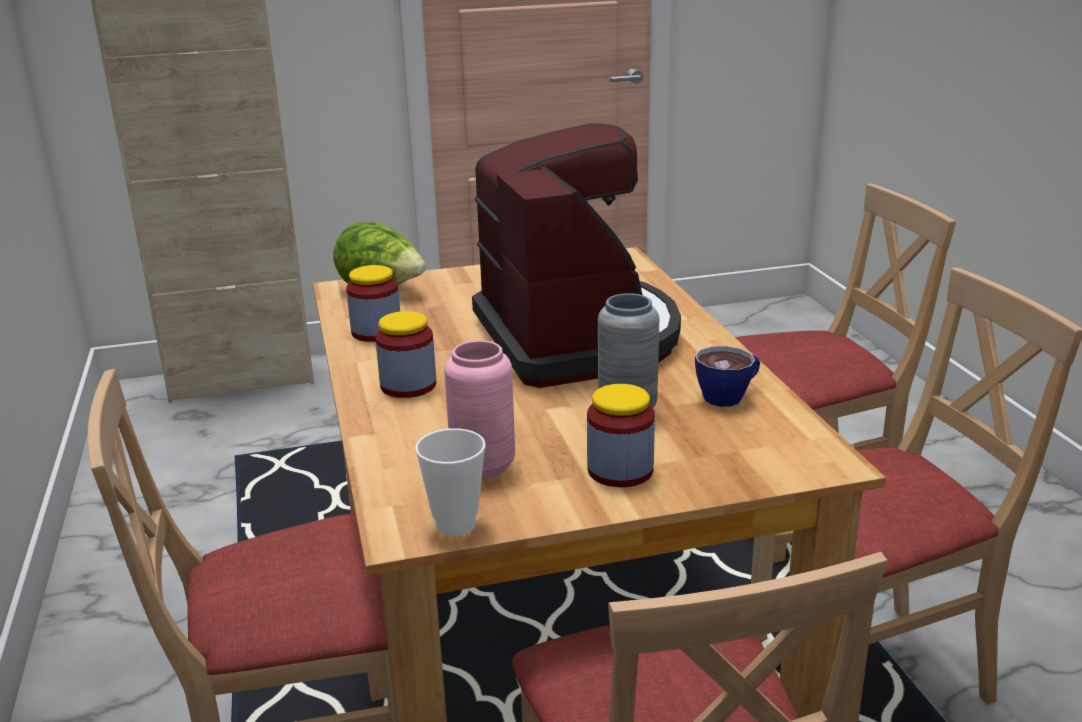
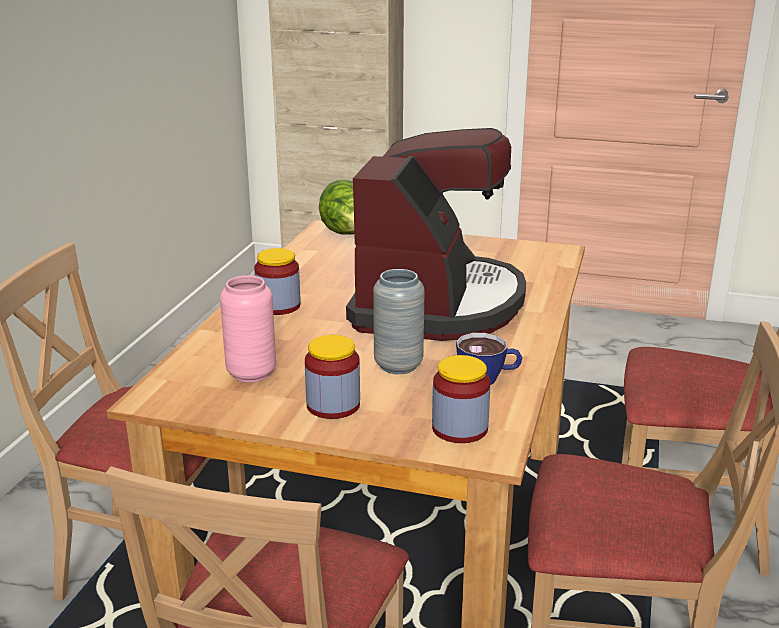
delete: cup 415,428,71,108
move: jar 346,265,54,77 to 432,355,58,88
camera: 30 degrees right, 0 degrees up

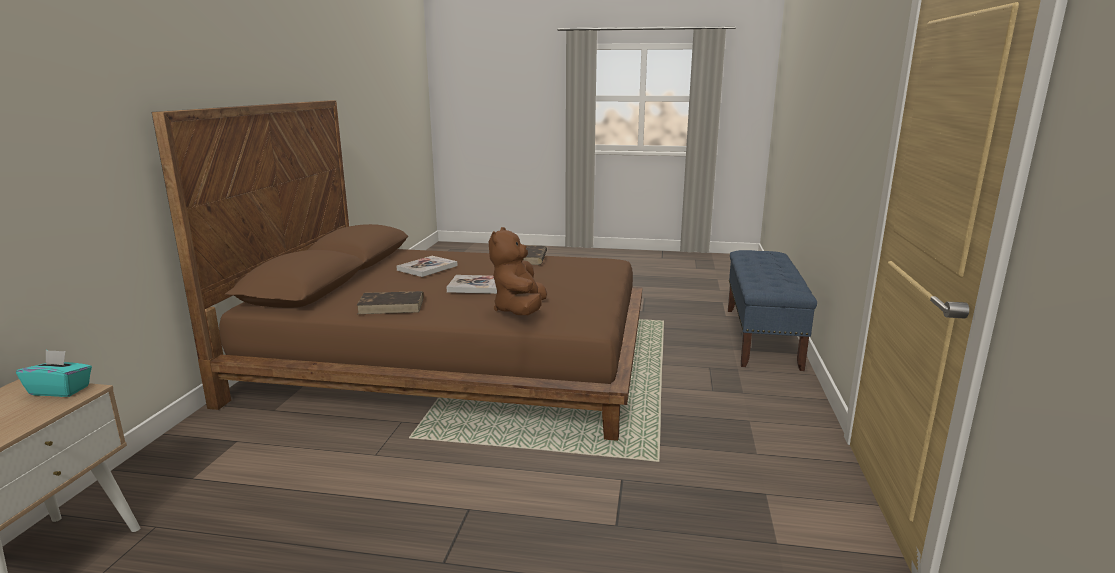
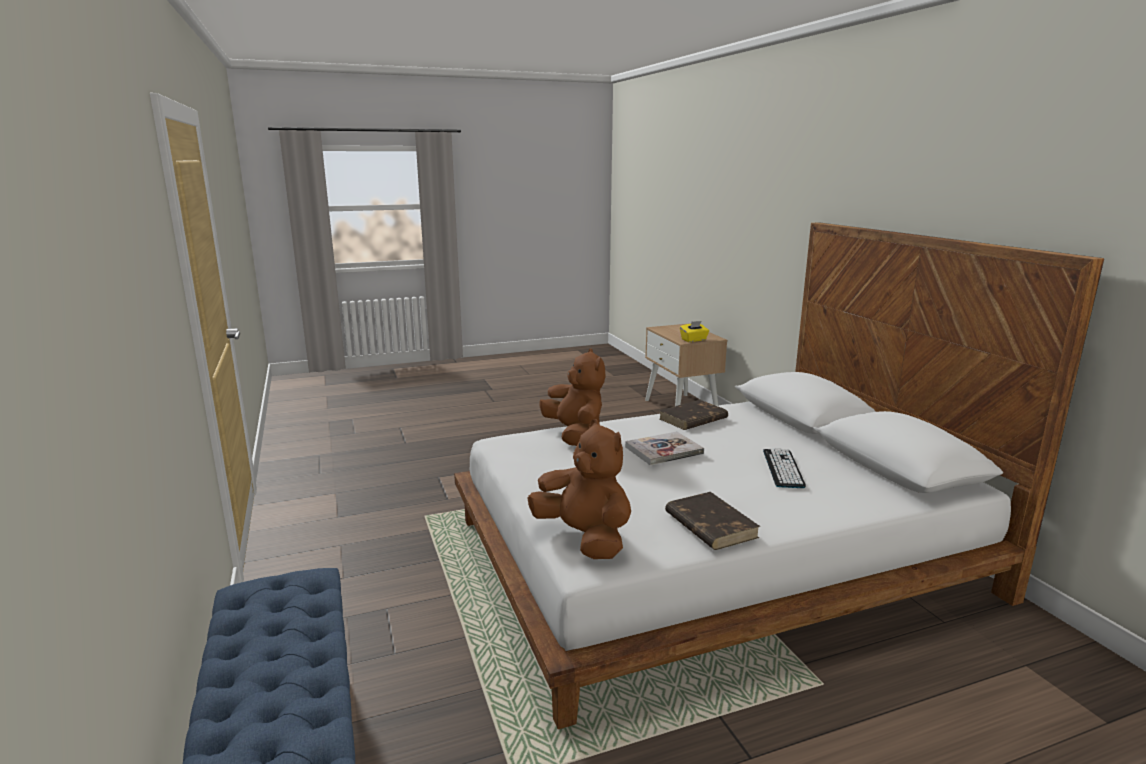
insert: brown plush toy 527,419,104,140
replace: book 396,256,62,21 to keyboard 763,448,43,40
recolor: brown bed 152,100,491,341 to white bed 454,222,650,507; turquoise tissue box 16,350,76,47 to yellow tissue box 680,321,29,21
camera: 150 degrees right, 0 degrees up

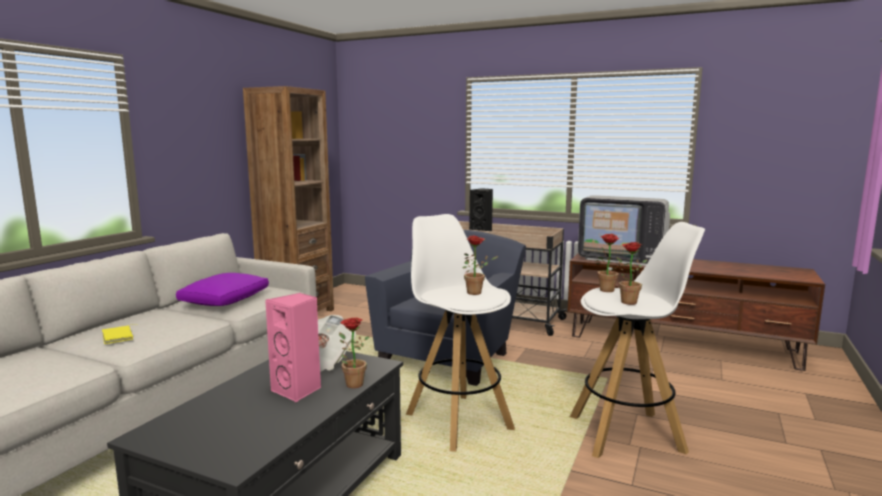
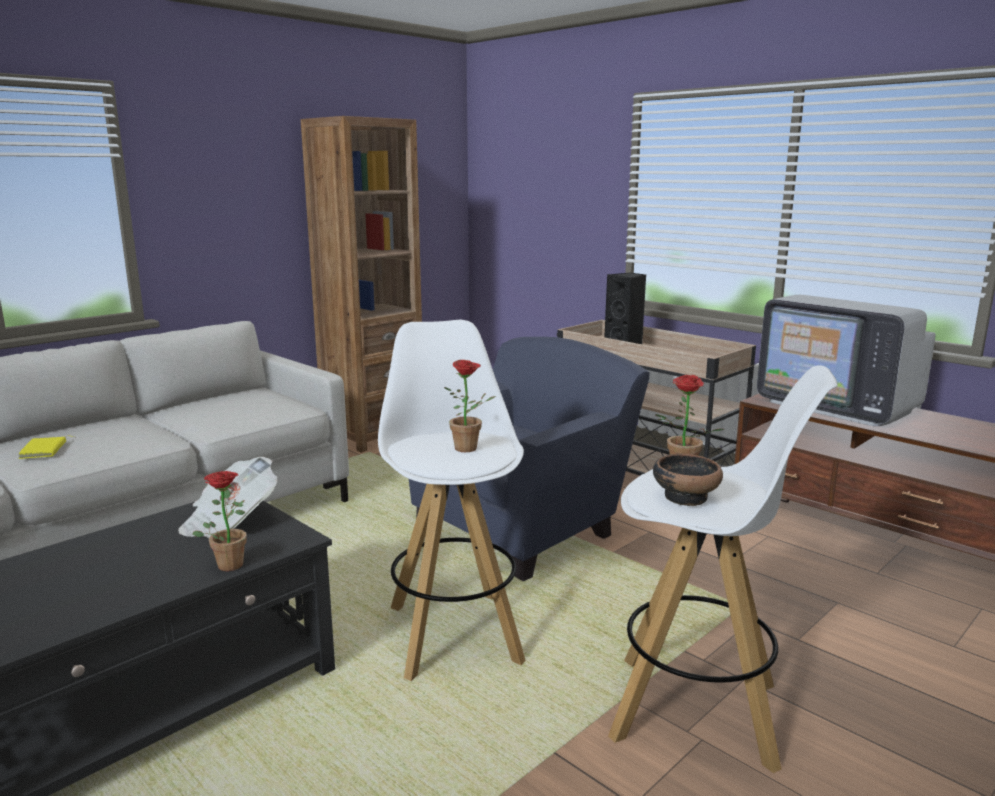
delete: purple pillow 176,273,93,33; pink speaker 265,293,56,109
replace: potted plant 617,242,30,63 to bowl 653,454,70,52
camera: 20 degrees right, 5 degrees up

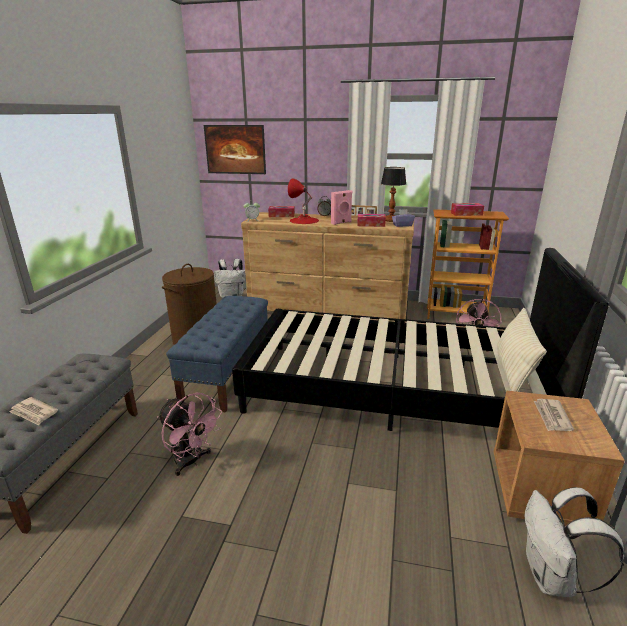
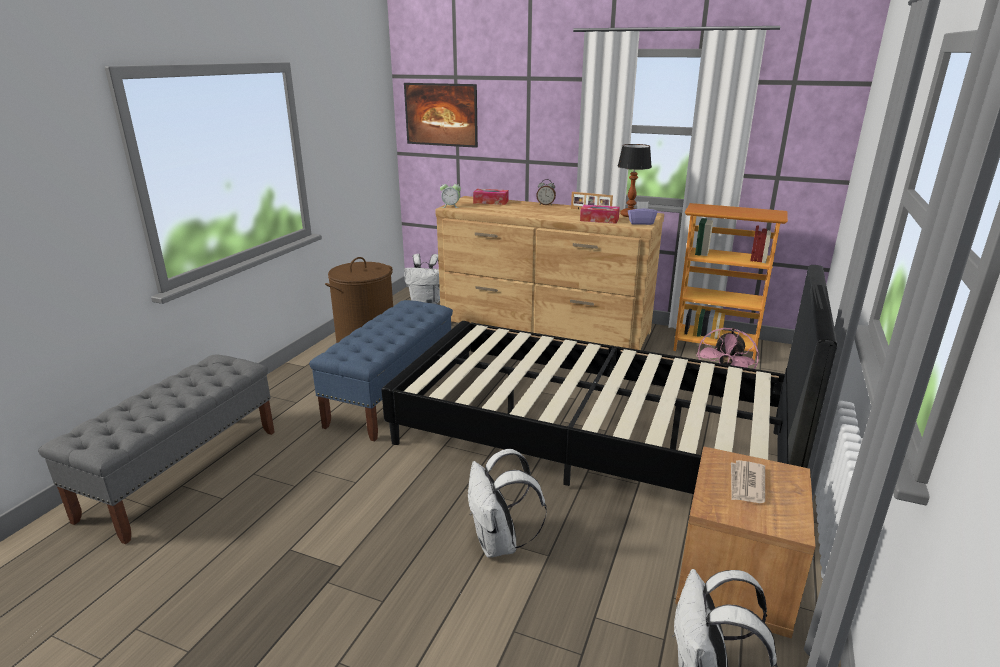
delete: newspaper 9,397,49,28; pink fan 157,392,66,84; red table lamp 288,178,31,46; pink speaker 331,190,21,35; tissue box 451,203,33,13; beige pillow 497,308,50,84
insert: white backpack 468,449,78,108
camera: 10 degrees right, 0 degrees up

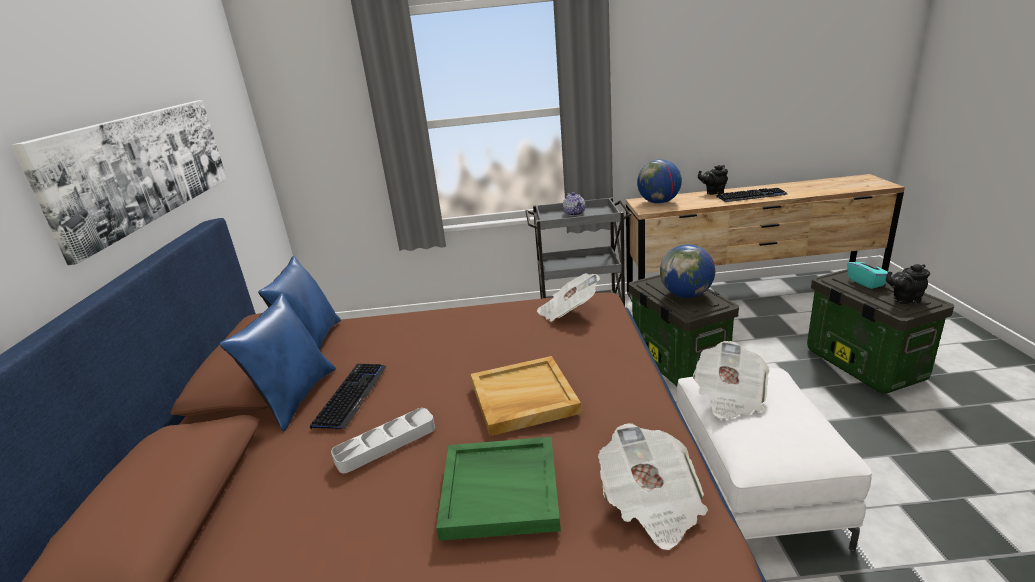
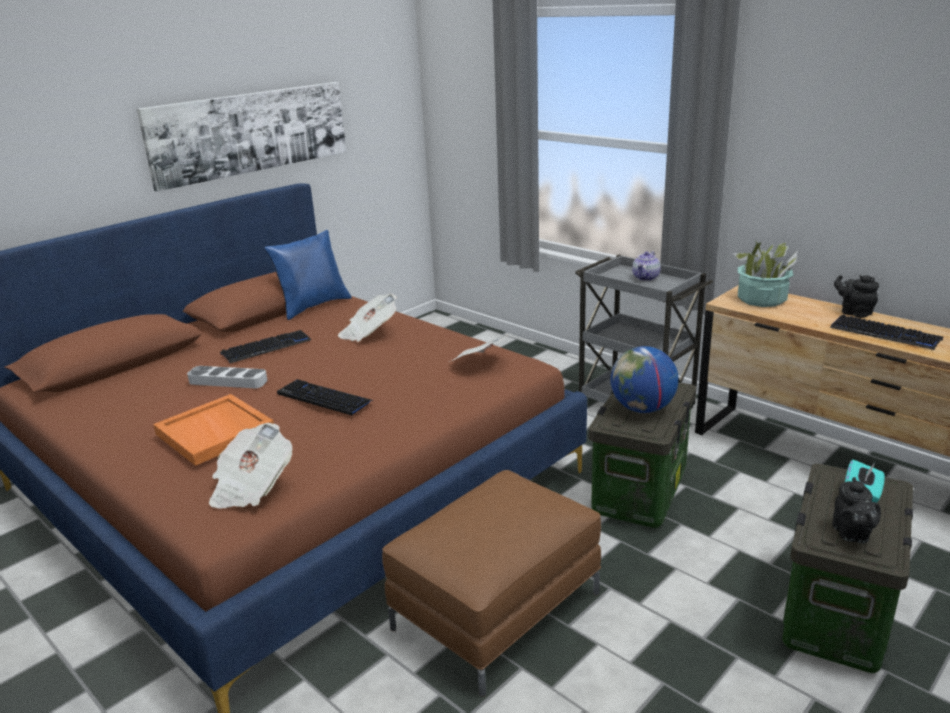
delete: blue pillow 219,293,117,138
move: newspaper 693,341,76,78 to 338,294,59,48
replace: beige tray 471,356,111,80 to keyboard 277,379,97,37; globe 637,160,45,44 to potted plant 732,241,66,66
recolor: green tray 436,437,125,104 to orange tray 153,394,121,72; white ottoman 676,368,196,183 to brown ottoman 382,470,219,227
rotate: black teapot 886,264,44,40 = 832,477,49,66 135 degrees counterclockwise
camera: 45 degrees right, 0 degrees up

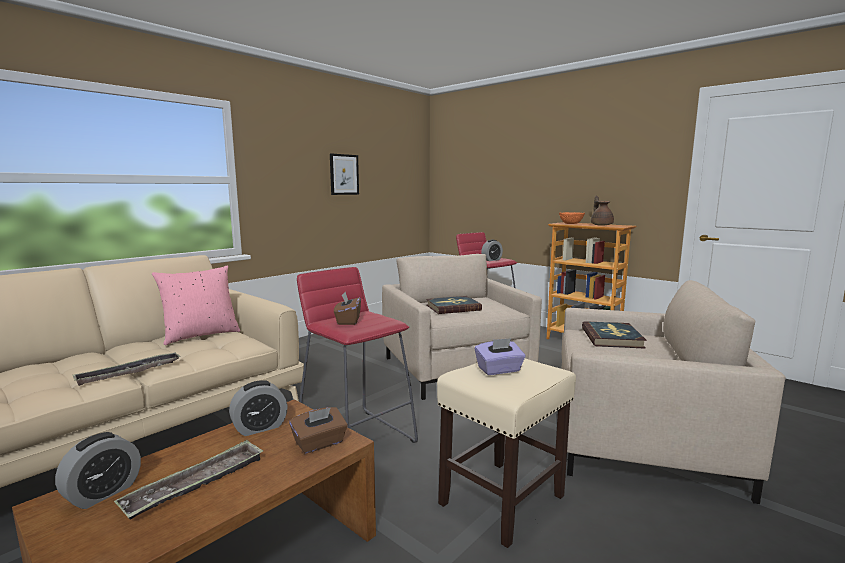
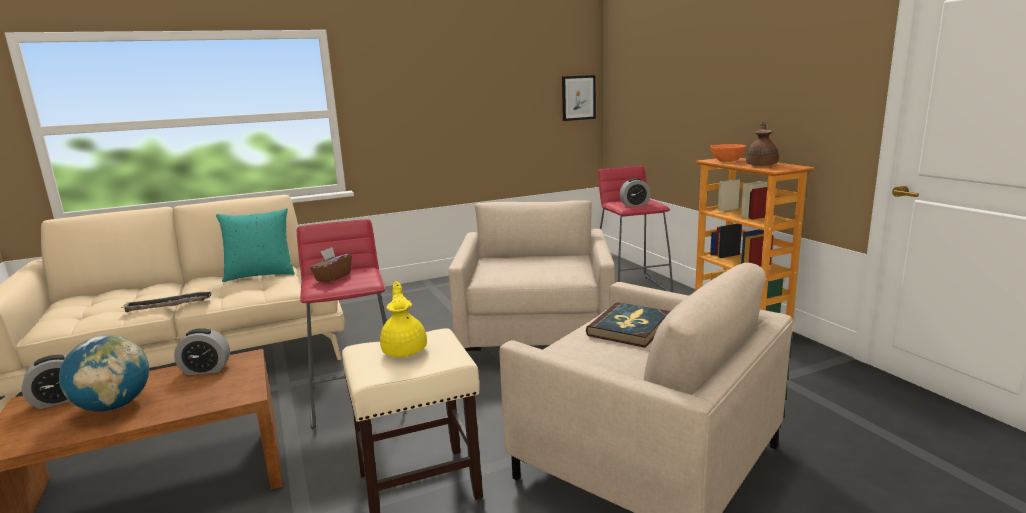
delete: brown tissue box 289,407,59,47; book 426,296,56,18
move: picture 330,153,29,42 to 562,75,34,46
replace: tray 114,440,149,79 to globe 59,335,90,77; purple tissue box 475,338,51,37 to yellow teapot 380,282,47,75
recolor: pink pillow 152,265,88,80 to turquoise pillow 216,208,79,74
camera: 25 degrees right, 5 degrees up

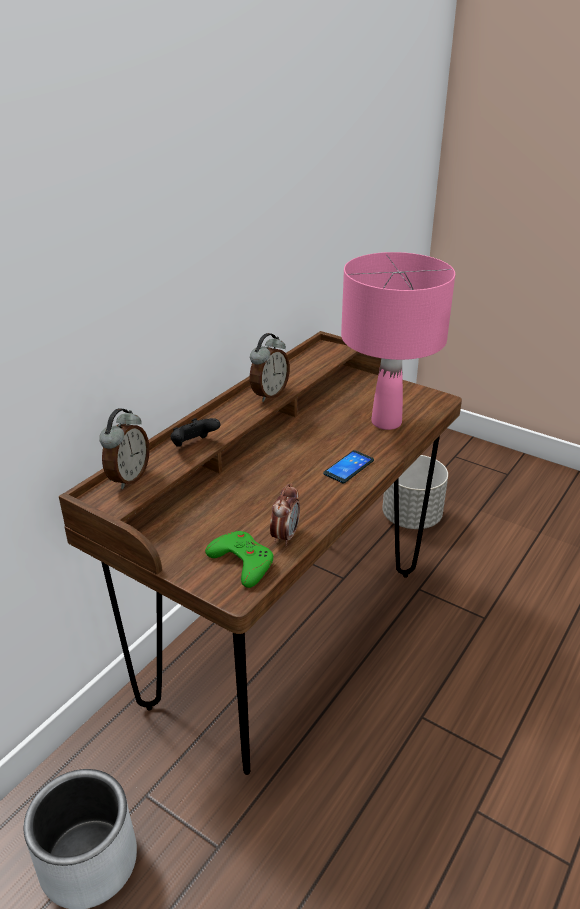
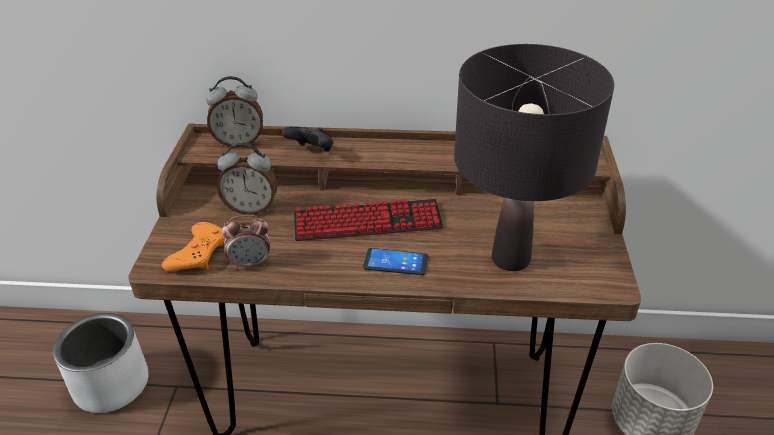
insert: keyboard 294,199,149,42
move: alarm clock 250,333,40,69 to 217,143,60,72
recolor: green game controller 205,531,69,57 to orange game controller 162,222,63,50; pink table lamp 341,252,114,178 to black table lamp 454,44,160,227
camera: 60 degrees right, 5 degrees up

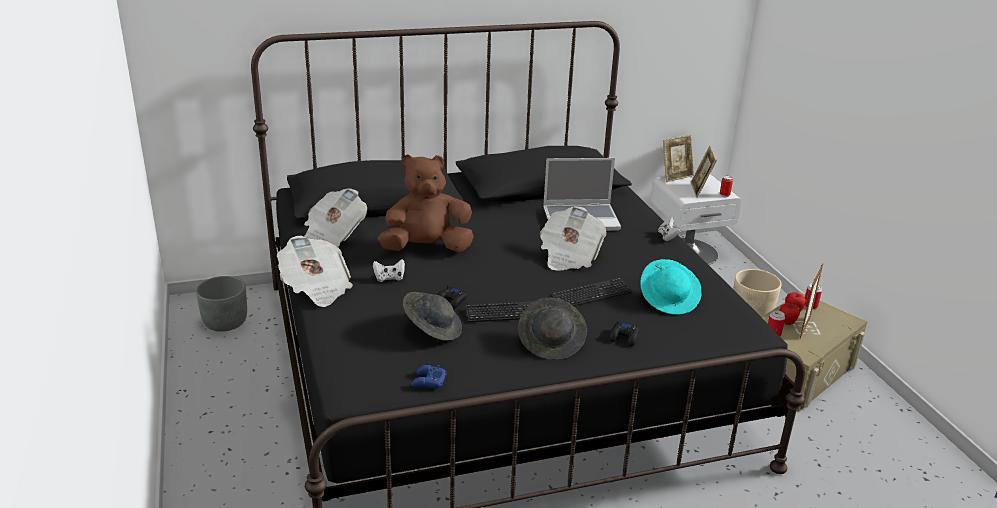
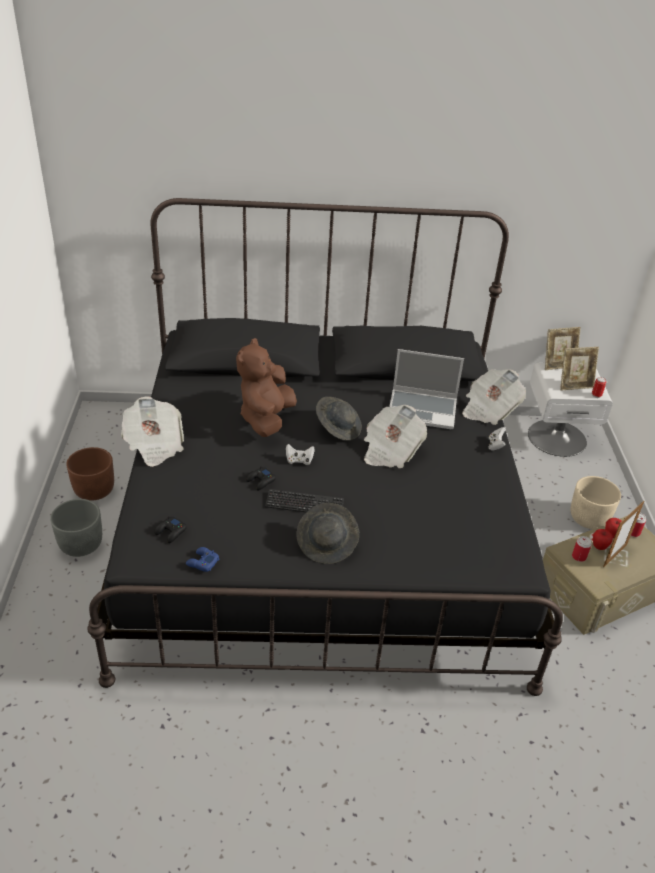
delete: keyboard 551,278,81,28; turquoise hat 641,259,60,56
insert: brown planter 66,447,48,54
move: grey planter 196,276,51,56 to 50,499,52,58; black game controller 609,321,30,25 to 154,516,33,27; white game controller 373,259,32,23 to 286,444,29,21; grey hat 403,292,59,49 to 316,397,46,43; newspaper 304,188,63,59 to 462,369,64,56
rotate: brown plush toy 378,154,96,98 = 236,338,61,99 75 degrees counterclockwise; picture frame 691,146,26,52 = 560,347,39,44 120 degrees counterclockwise
camera: 15 degrees right, 10 degrees up

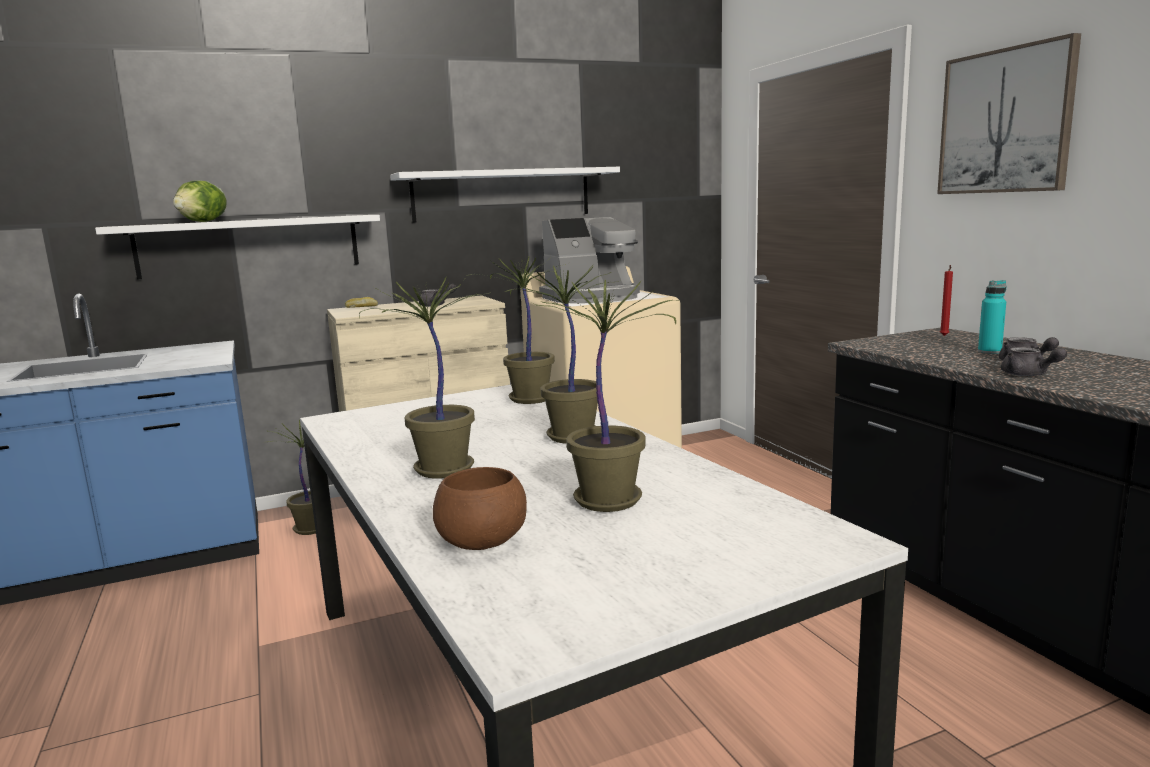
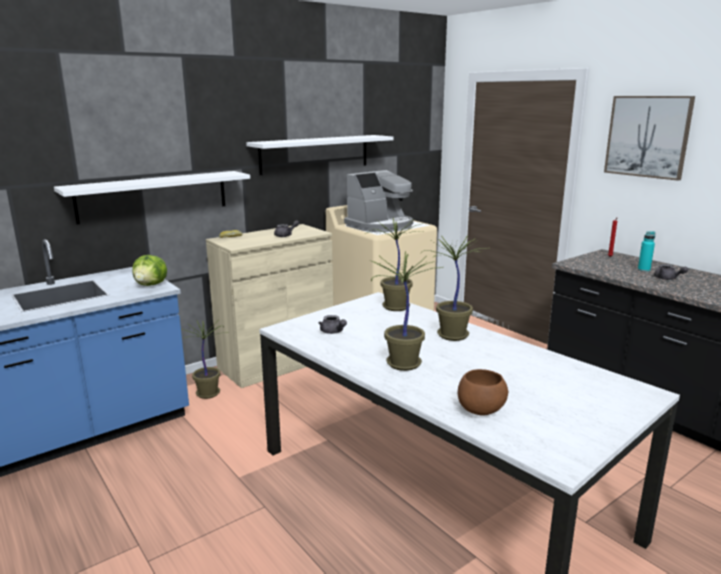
delete: potted plant 532,279,150,233
move: lettuce 173,180,53,42 to 132,255,35,31; grey teapot 1001,347,66,29 to 319,315,28,19
camera: 15 degrees left, 5 degrees up

